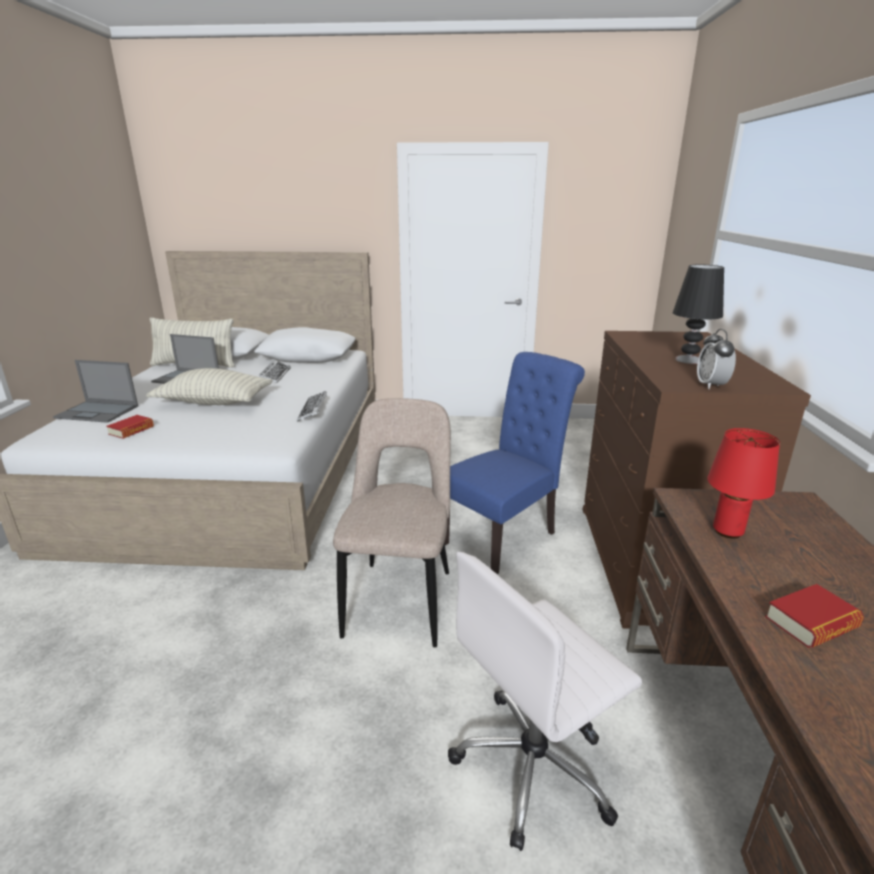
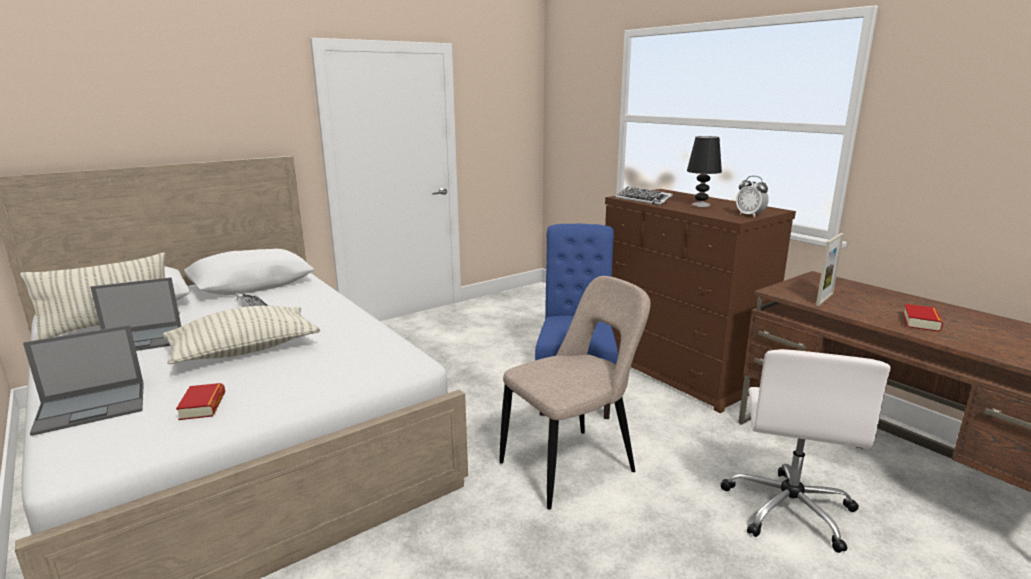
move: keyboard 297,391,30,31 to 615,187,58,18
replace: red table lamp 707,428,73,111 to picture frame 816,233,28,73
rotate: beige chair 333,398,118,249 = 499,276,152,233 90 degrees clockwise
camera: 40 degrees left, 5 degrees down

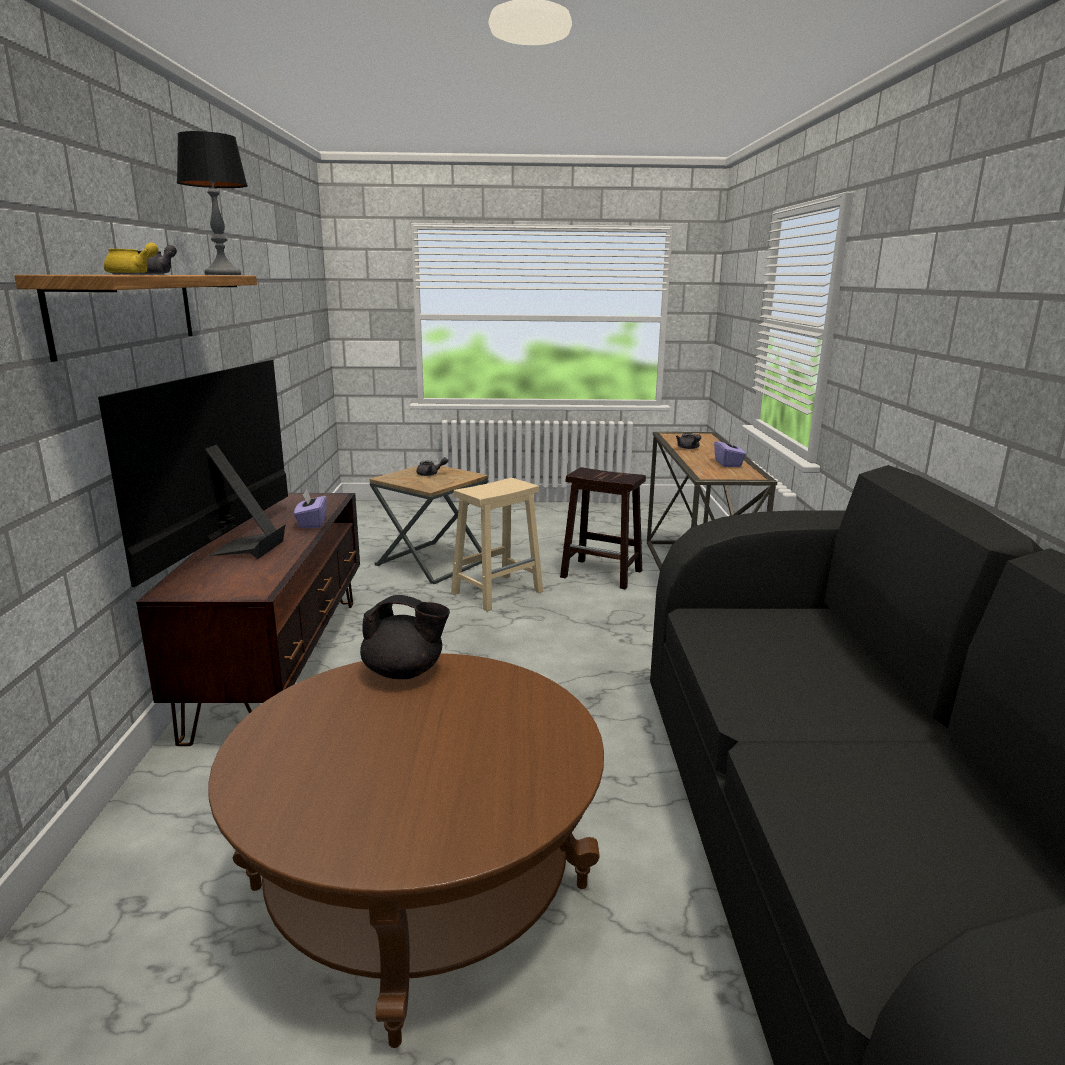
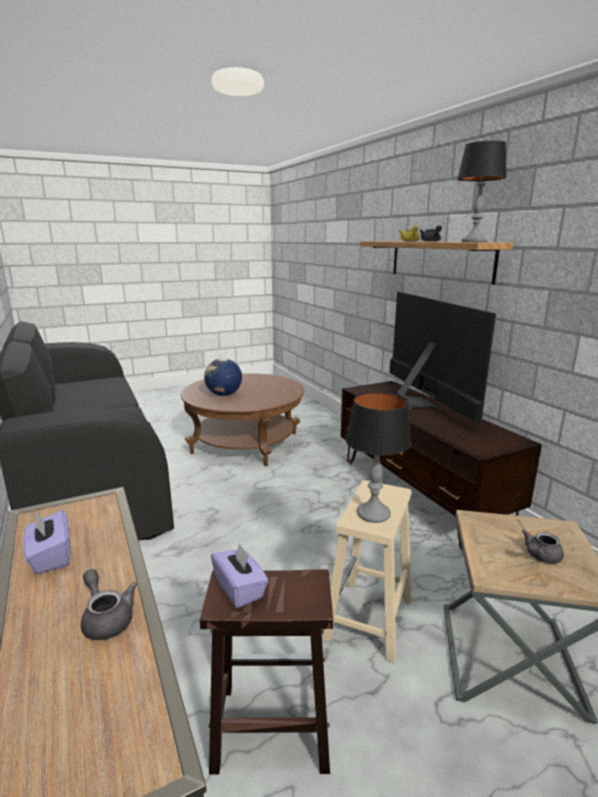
delete: black teapot 360,595,90,84
insert: globe 204,358,38,38; table lamp 346,392,65,131
move: purple tissue box 294,490,33,38 to 211,542,57,66
camera: 155 degrees right, 0 degrees up

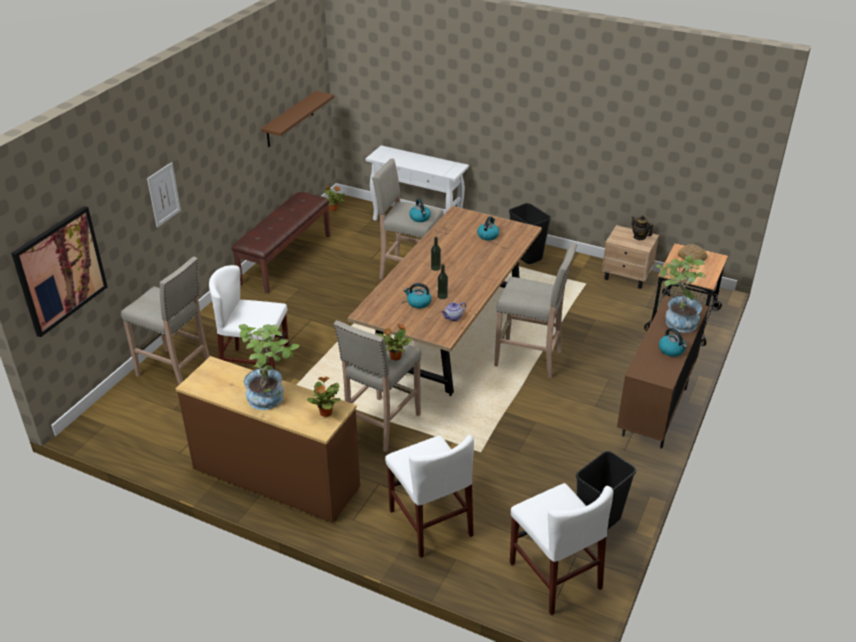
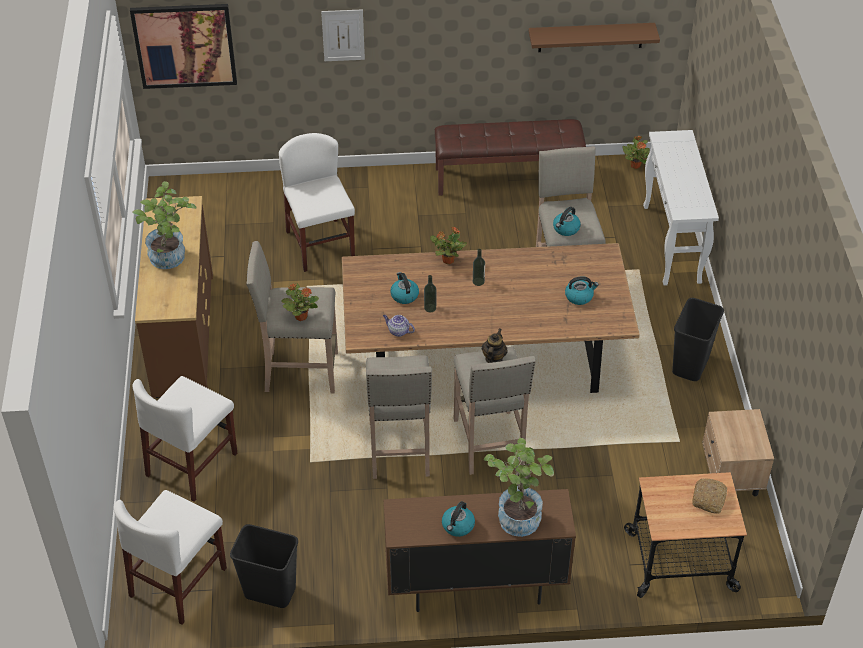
move: beige stool 121,257,89,128 to 366,355,66,124; potted plant 307,377,34,40 to 430,227,37,37; teapot 631,215,22,25 to 481,328,26,35
camera: 60 degrees right, 10 degrees up

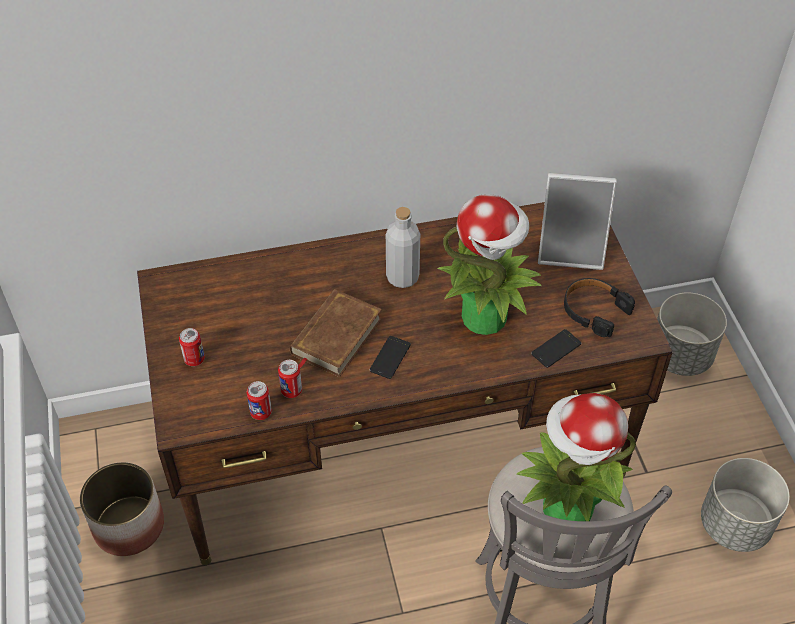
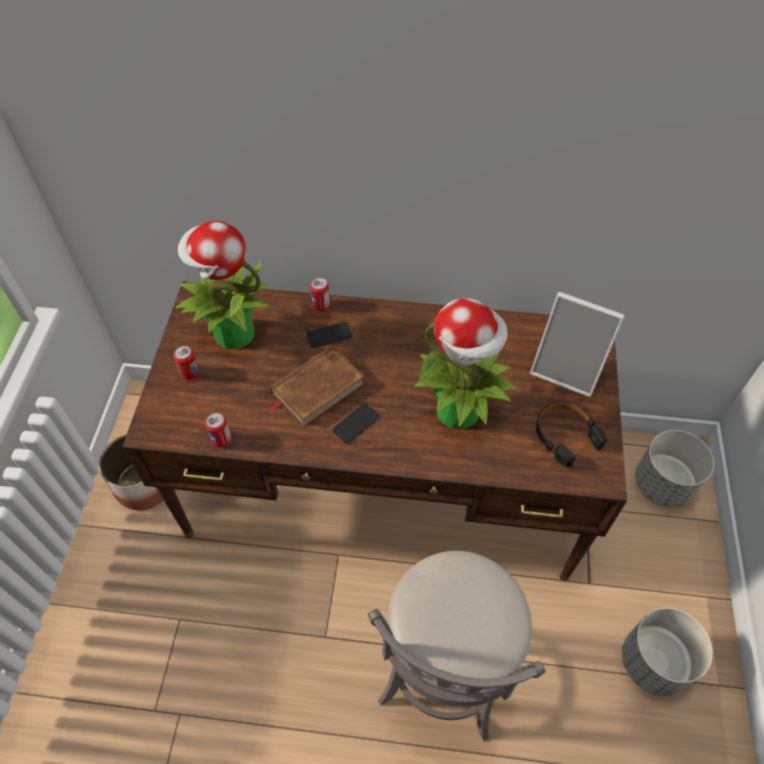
delete: grey bottle 386,207,34,81
move: potted plant 516,393,120,128 to 176,221,93,128; phone 531,329,50,39 to 306,322,46,26; can 278,360,24,38 to 310,278,20,33
camera: 20 degrees right, 5 degrees up

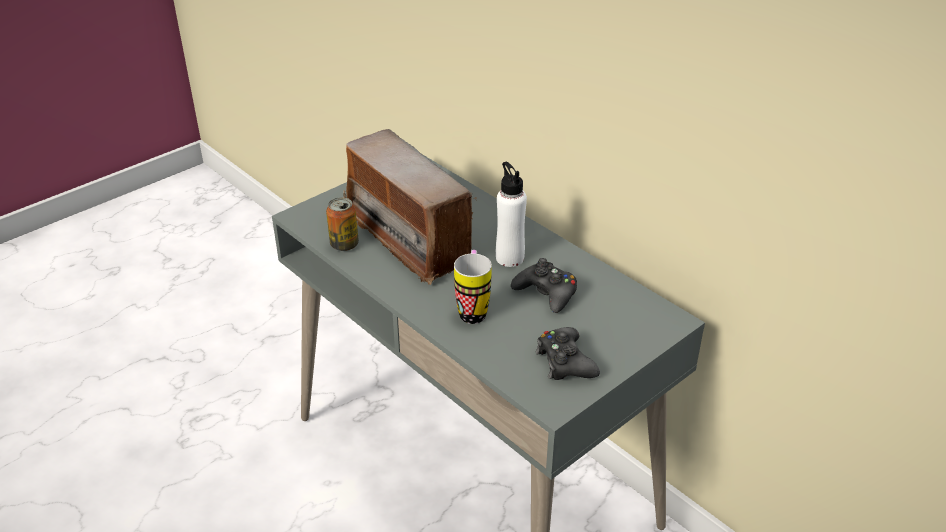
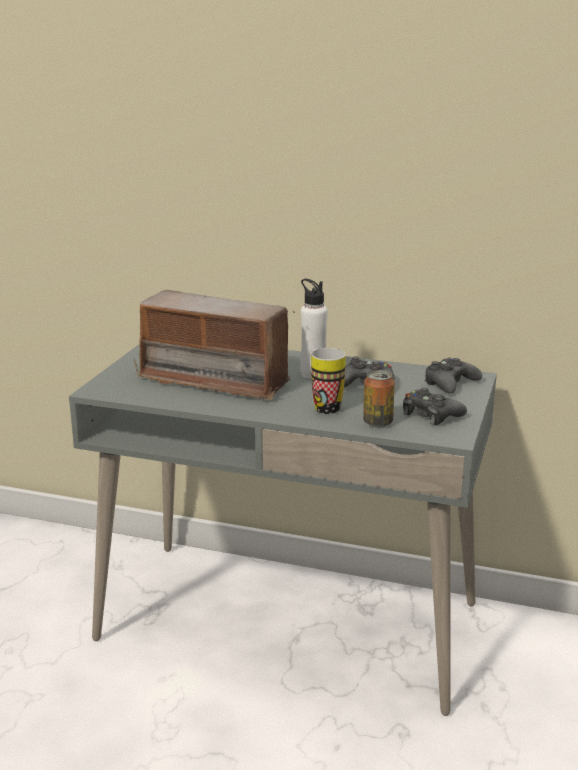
insert: black game controller 425,357,57,36
move: can 326,197,33,54 to 363,370,32,57
camera: 30 degrees left, 15 degrees down

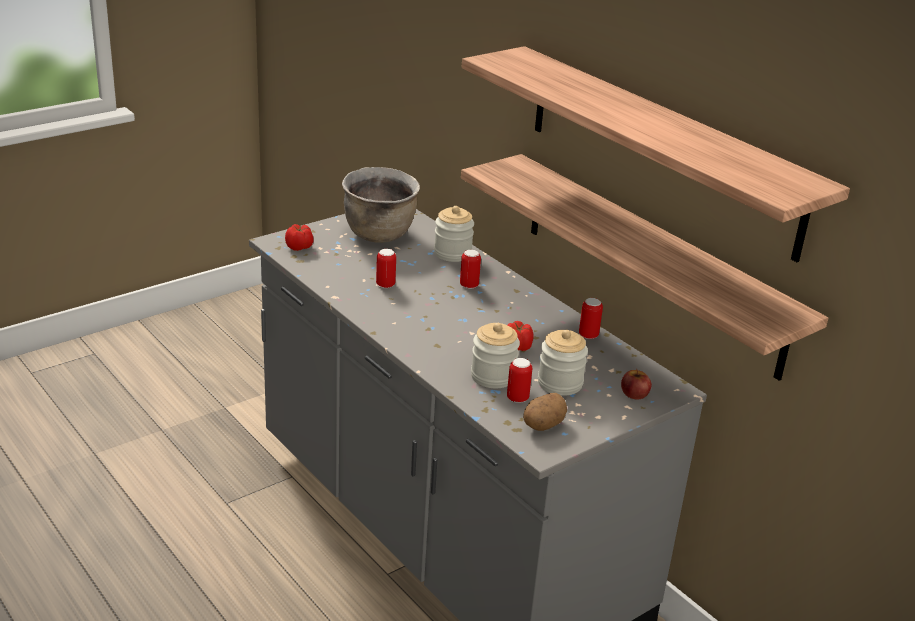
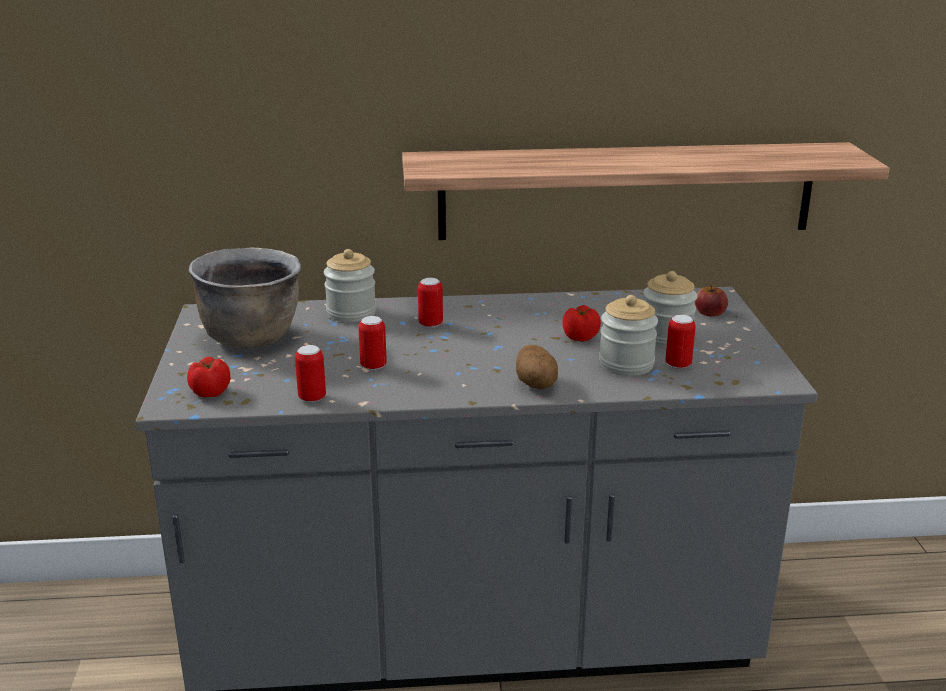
delete: shelf 462,46,388,216
move: can 579,298,24,41 to 295,345,31,57; potato 523,393,44,38 to 516,345,42,44
camera: 55 degrees left, 5 degrees down

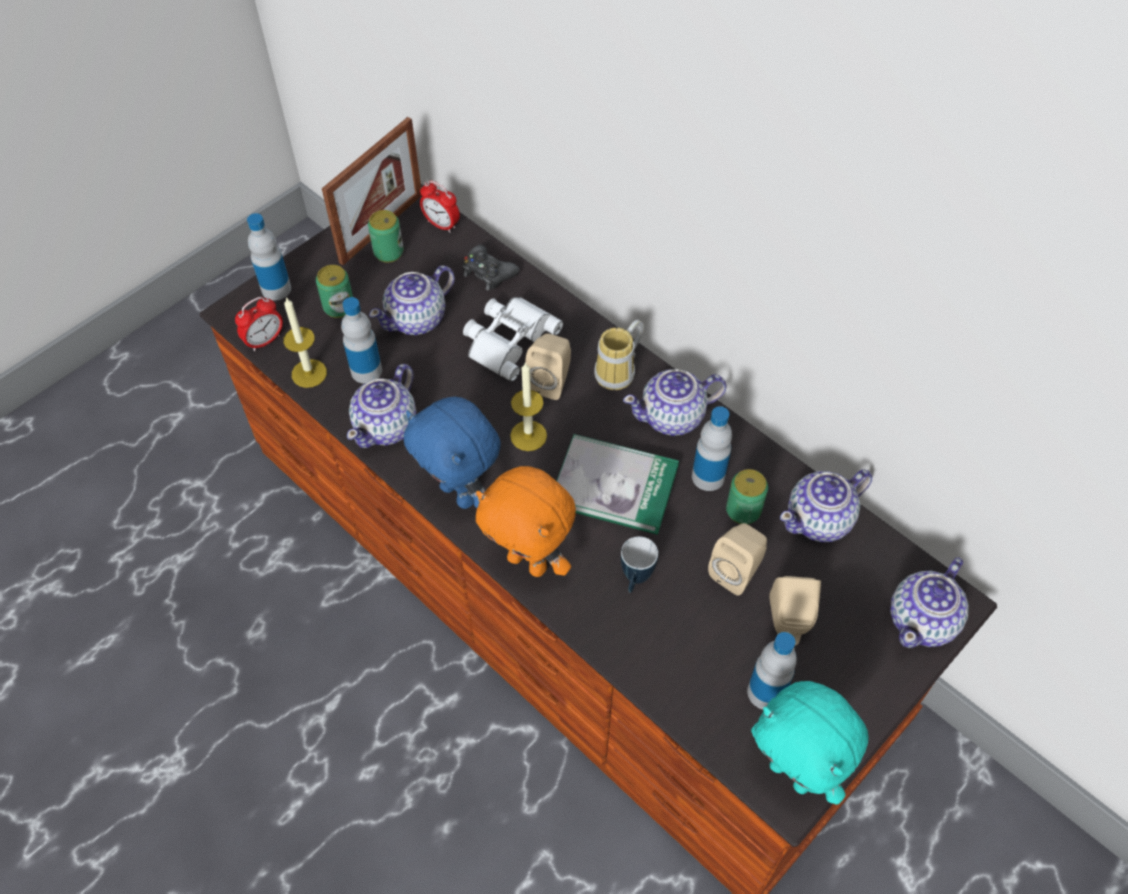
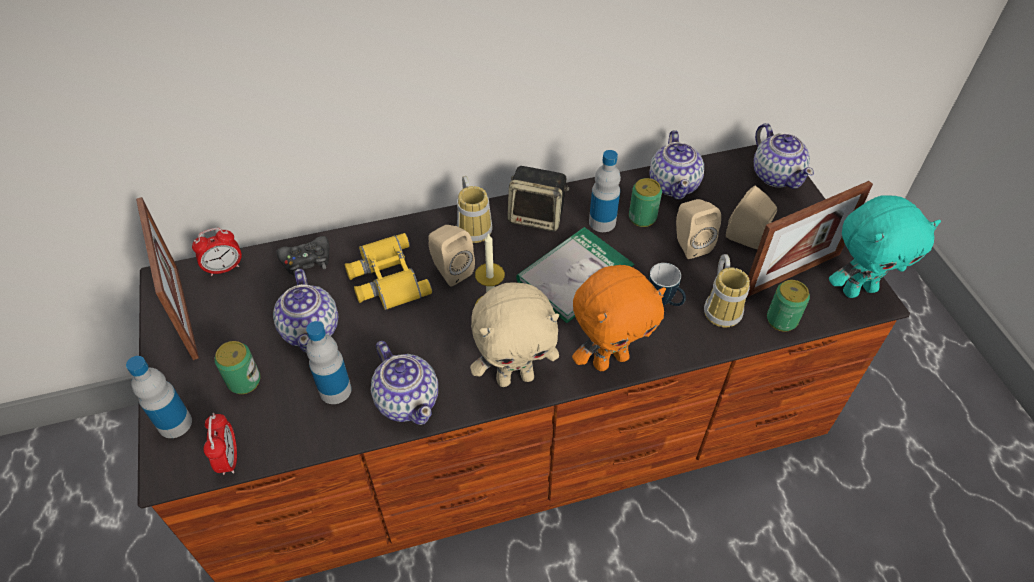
delete: candle 283,297,44,91
insert: mug 704,254,46,73
move: can 368,210,36,53 to 767,280,43,52
replace: teapot 623,369,104,67 to speaker 507,166,62,66; bottle 747,632,50,77 to picture frame 746,181,127,117
recolor: white binoculars 463,297,100,85 to yellow binoculars 345,233,87,77; blue plush toy 404,397,97,112 to beige plush toy 470,283,89,104
camera: 60 degrees left, 5 degrees down

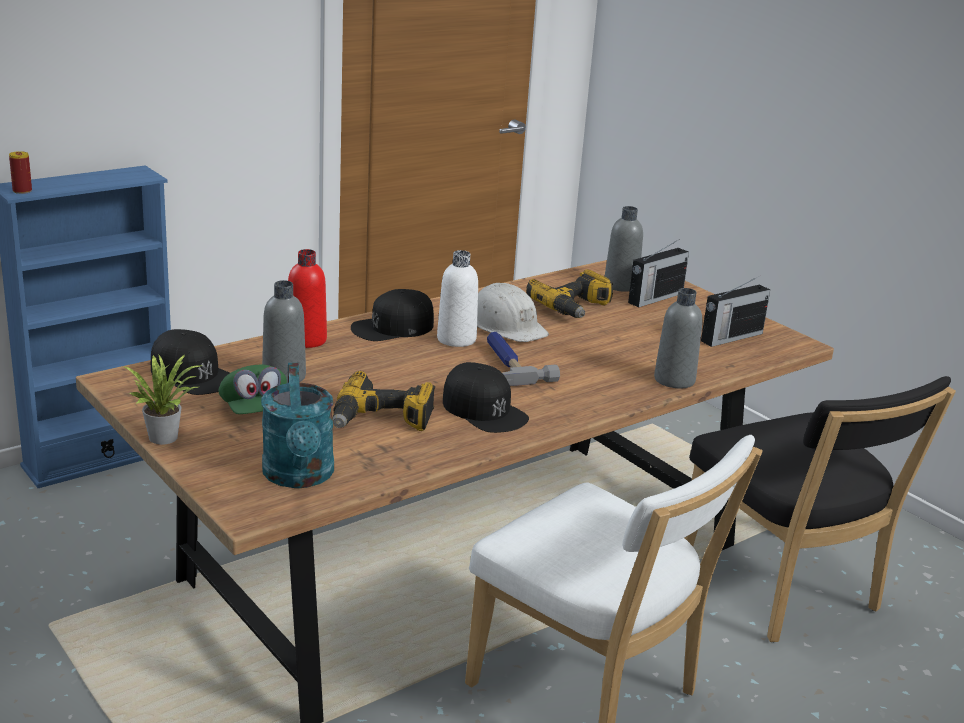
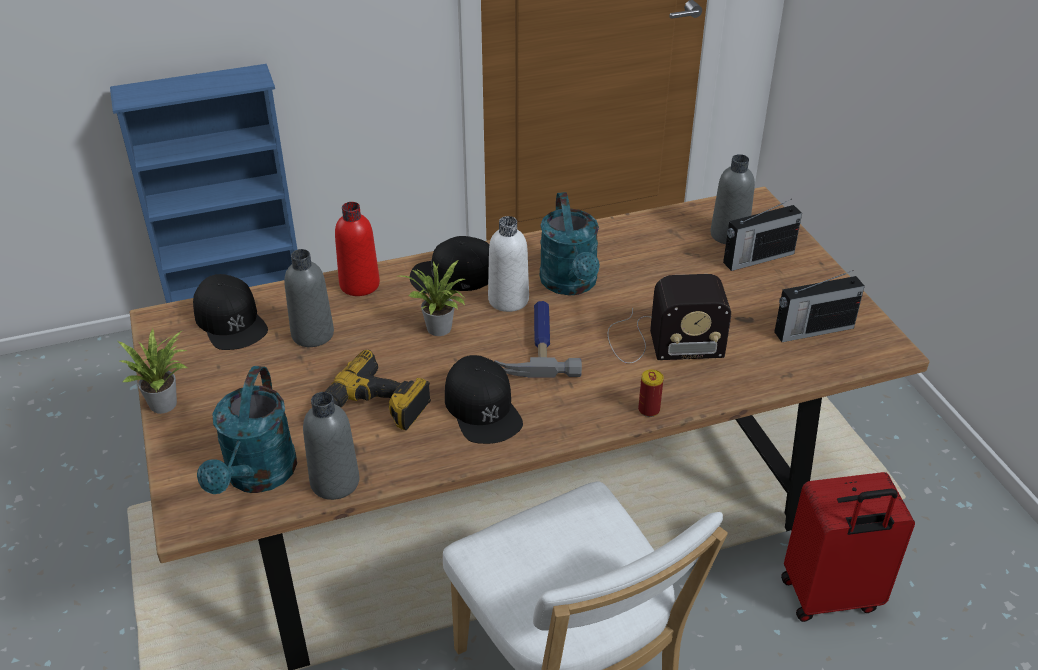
delete: green cap 218,365,69,49; power drill 526,269,87,49
insert: potted plant 400,260,65,76; radio 608,274,123,89
move: grey bottle 654,288,48,100 to 303,392,57,108; can 9,151,23,43 to 638,369,26,48
replace: white hard hat 477,283,72,59 to turquoise watering can 540,192,60,103; black chair 685,376,271,266 to red suitcase 781,472,134,150
camera: 20 degrees right, 15 degrees up

